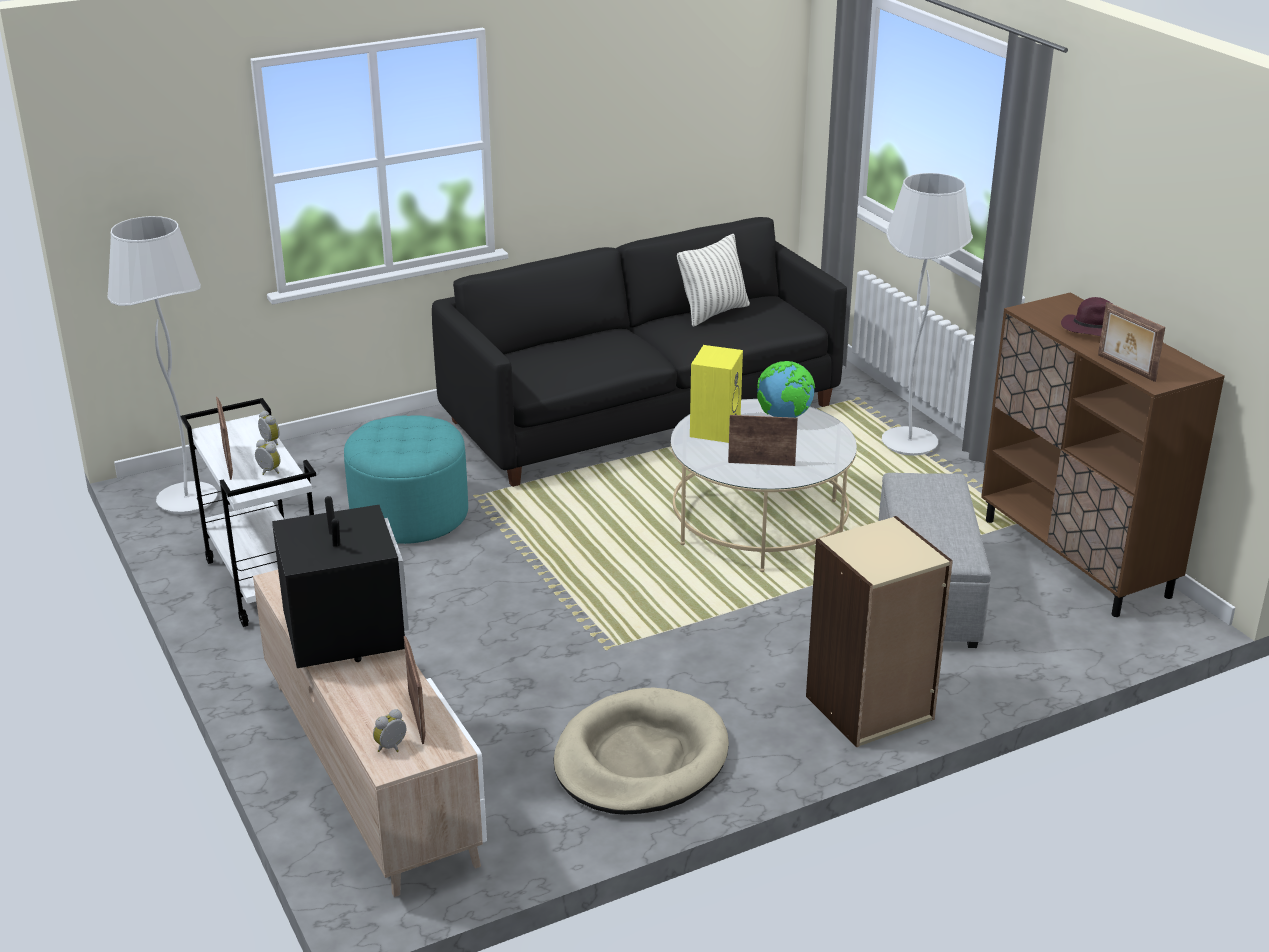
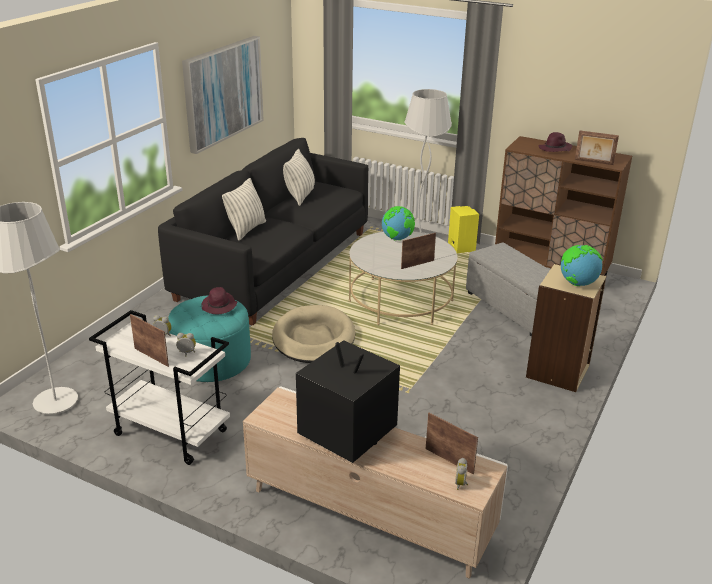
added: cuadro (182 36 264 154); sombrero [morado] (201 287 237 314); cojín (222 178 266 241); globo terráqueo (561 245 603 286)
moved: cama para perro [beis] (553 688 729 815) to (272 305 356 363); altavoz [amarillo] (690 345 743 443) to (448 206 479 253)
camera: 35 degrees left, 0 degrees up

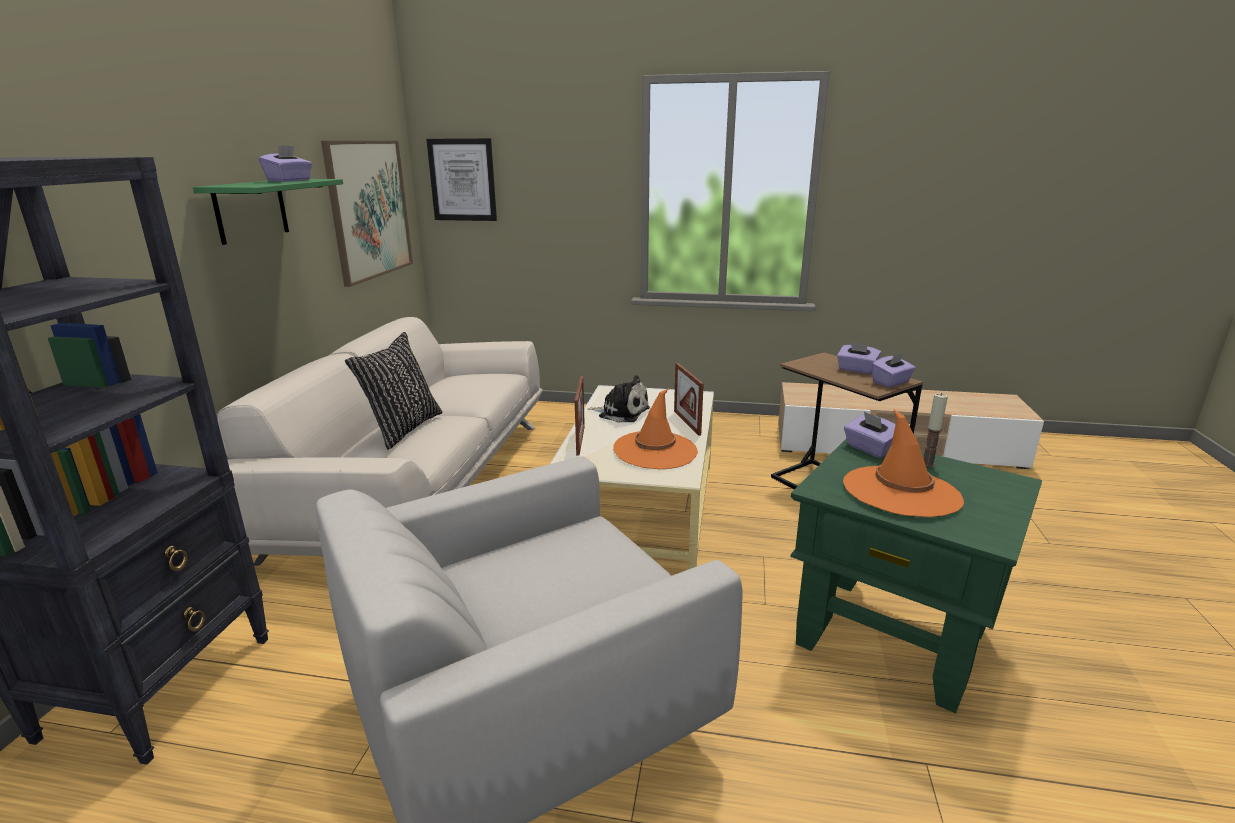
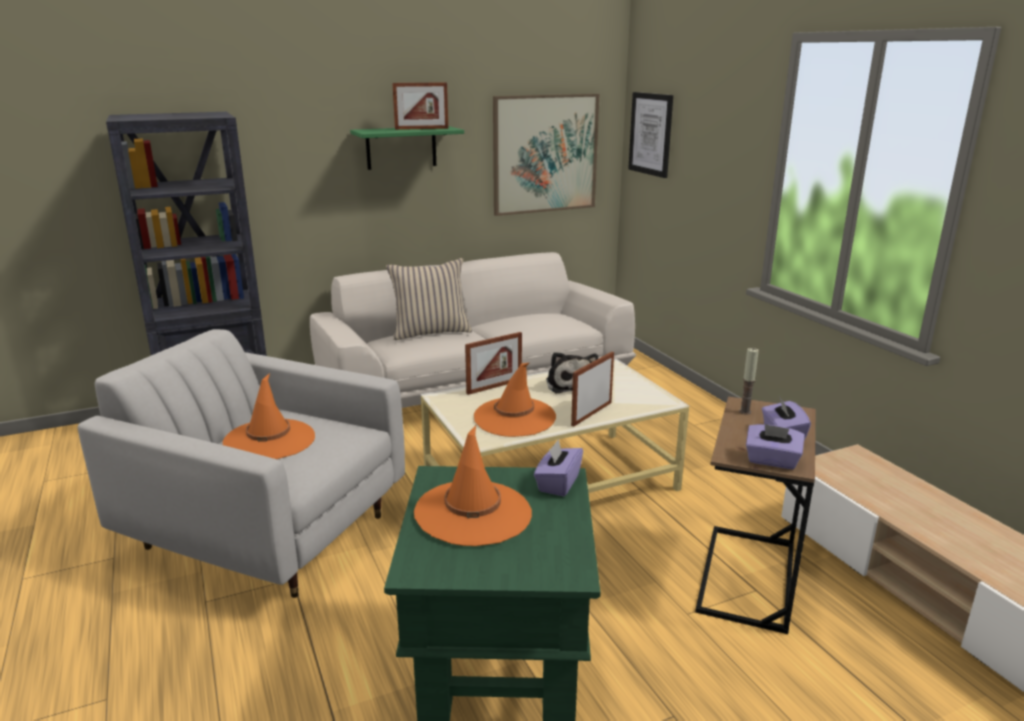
added: sombrero [naranja] (223 373 315 459)
moved: vela (924 393 948 467) to (739 348 759 415)
replaced: caja de pañuelos [morado] (259 145 312 182) to portarretratos (392 82 448 130)
recoloured: cojín [negro] (345 332 442 450) to cojín [beis] (386 258 472 340)
camera: 55 degrees right, 0 degrees up

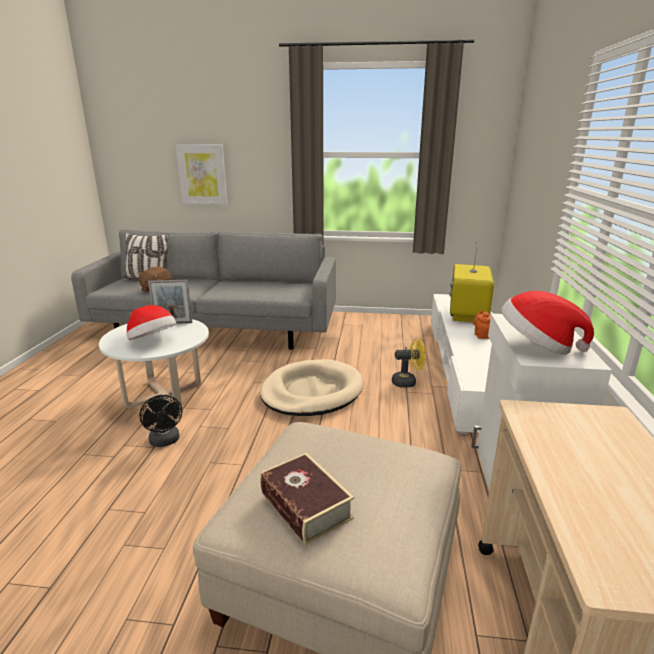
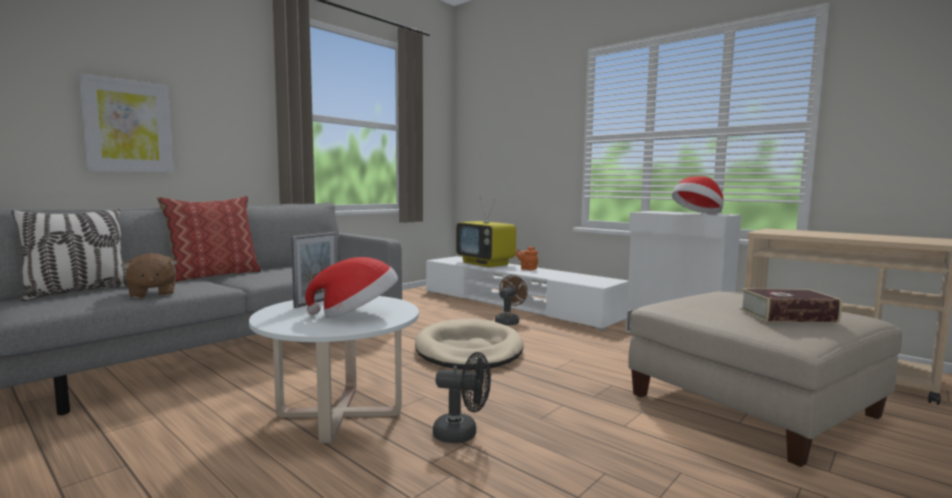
added: cojín (157 196 261 282)
recoloured: ventilador [amarillo] (392 338 426 388) to ventilador [marrón] (495 275 528 326)
camera: 55 degrees left, 15 degrees down

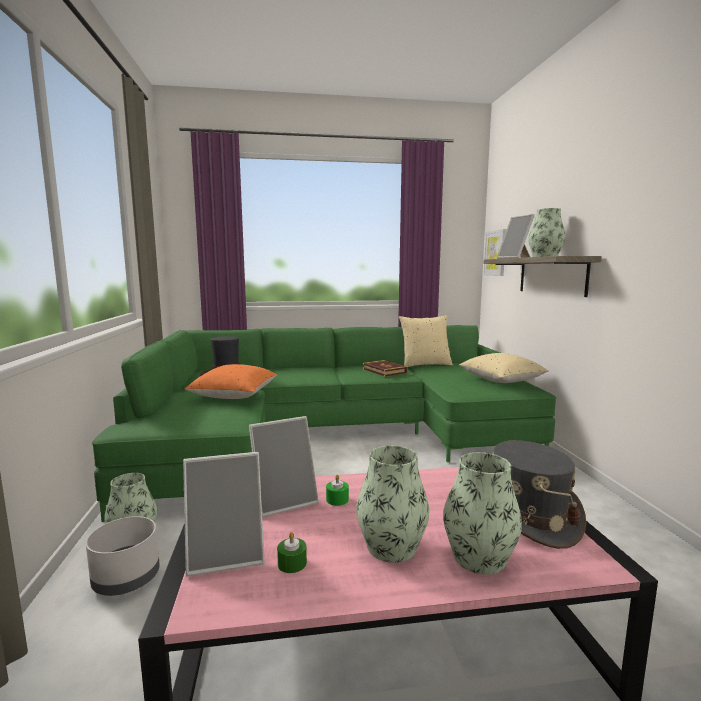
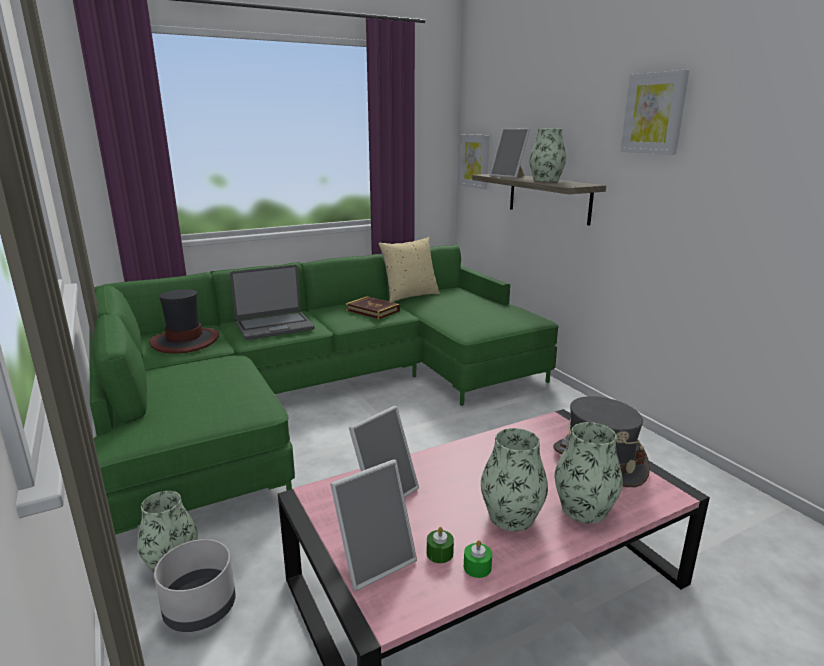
removed: cojín [naranja] (185 364 277 399); cojín [beis] (459 353 549 383)
added: portátil (230 265 314 340); cuadro (620 70 689 155)
moved: vela [verde] (326 475 349 506) to (464 540 492 578)
camera: 20 degrees left, 10 degrees up

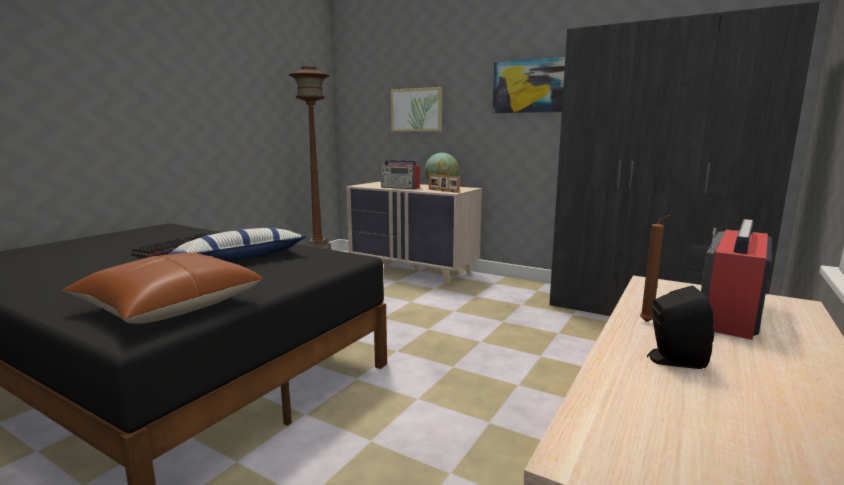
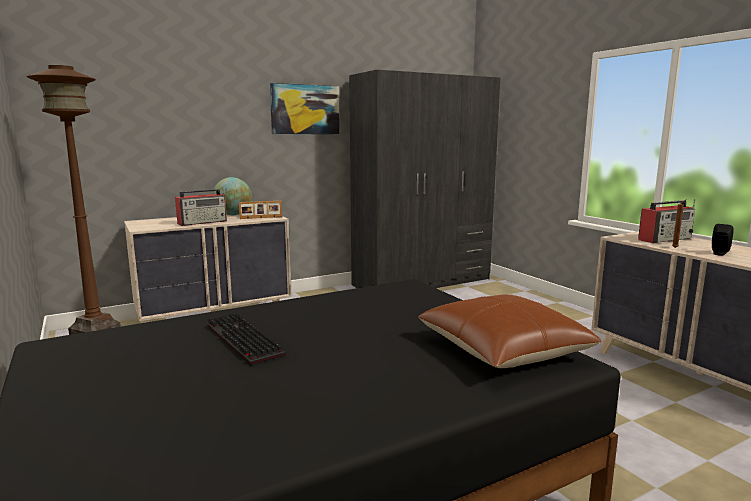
removed: cojín (167 228 307 262); cuadro (391 87 442 131)
turned: radio (701 219 772 340) = (638 199 695 243) 90 degrees counterclockwise
camera: 60 degrees left, 0 degrees up

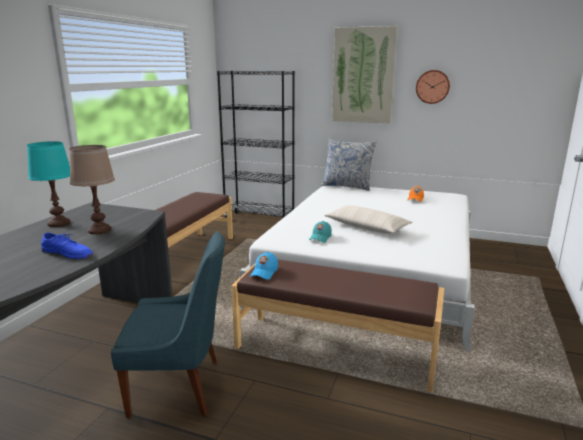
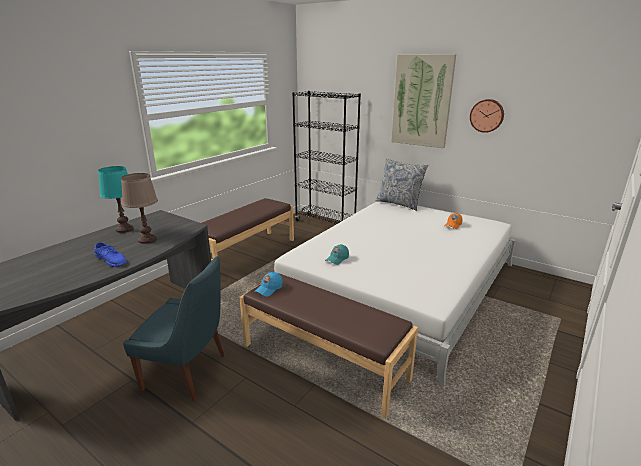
removed: cojín [beis] (324 205 412 234)
camera: 15 degrees right, 5 degrees up

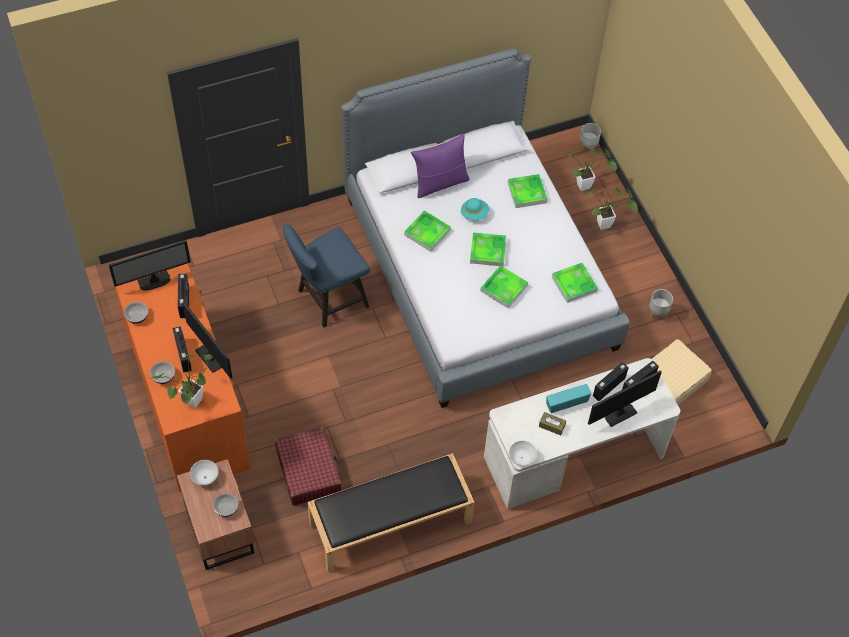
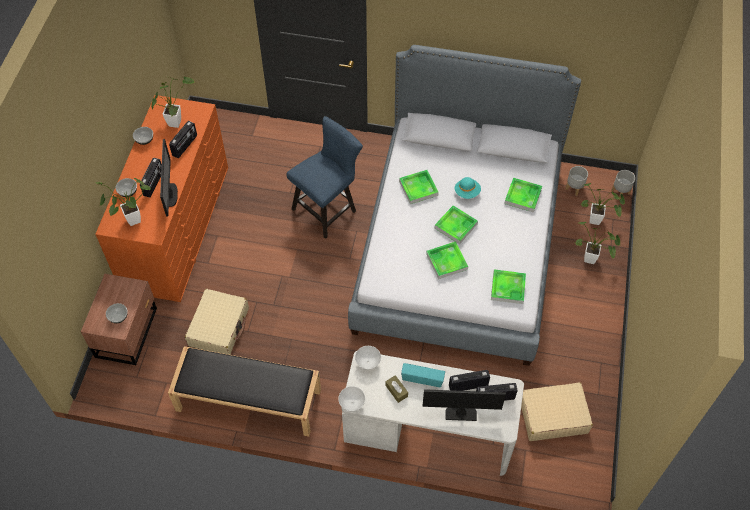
removed: cojín [morado] (411 134 470 198)
moved: cuenco [blanco] (190 460 218 485) to (355 346 381 370); maceta [gris] (649 289 673 321) to (566 166 588 196)
replaced: monitor (109 240 191 290) to planta en maceta (151 77 195 128)
recoloured: maleta [rojo] (275 427 342 506) to maleta [beis] (185 289 249 355)
turned: silla [azul] (282 224 370 327) = (286 116 363 239) 135 degrees clockwise
camera: 35 degrees right, 0 degrees up

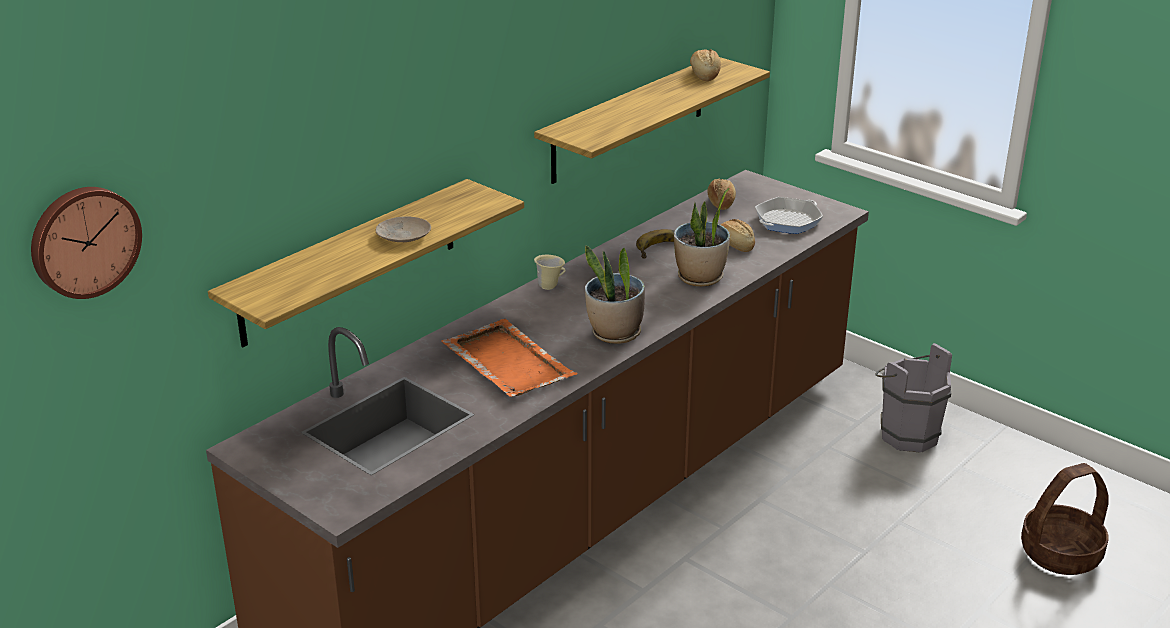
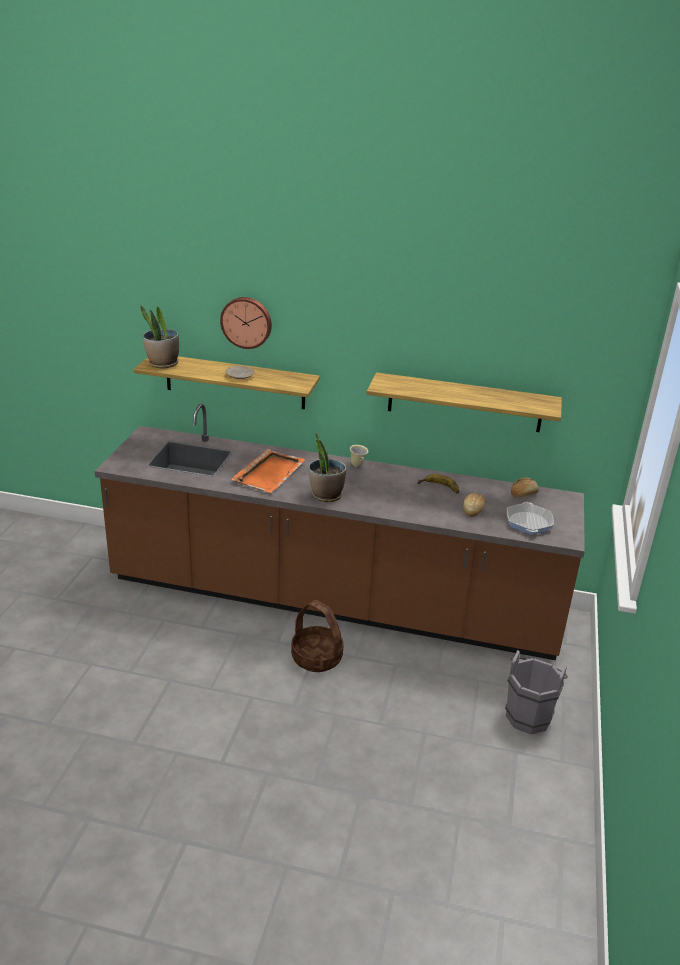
removed: pan (690 49 721 81)
moved: planta en maceta (674 188 730 287) to (140 306 179 368); reloj de pared (31 187 142 299) to (220 297 272 349); cesta (1021 463 1109 575) to (291 600 344 672)
turned: sartén (755 197 823 234) = (507 502 554 535) 105 degrees counterclockwise
camera: 60 degrees right, 0 degrees up

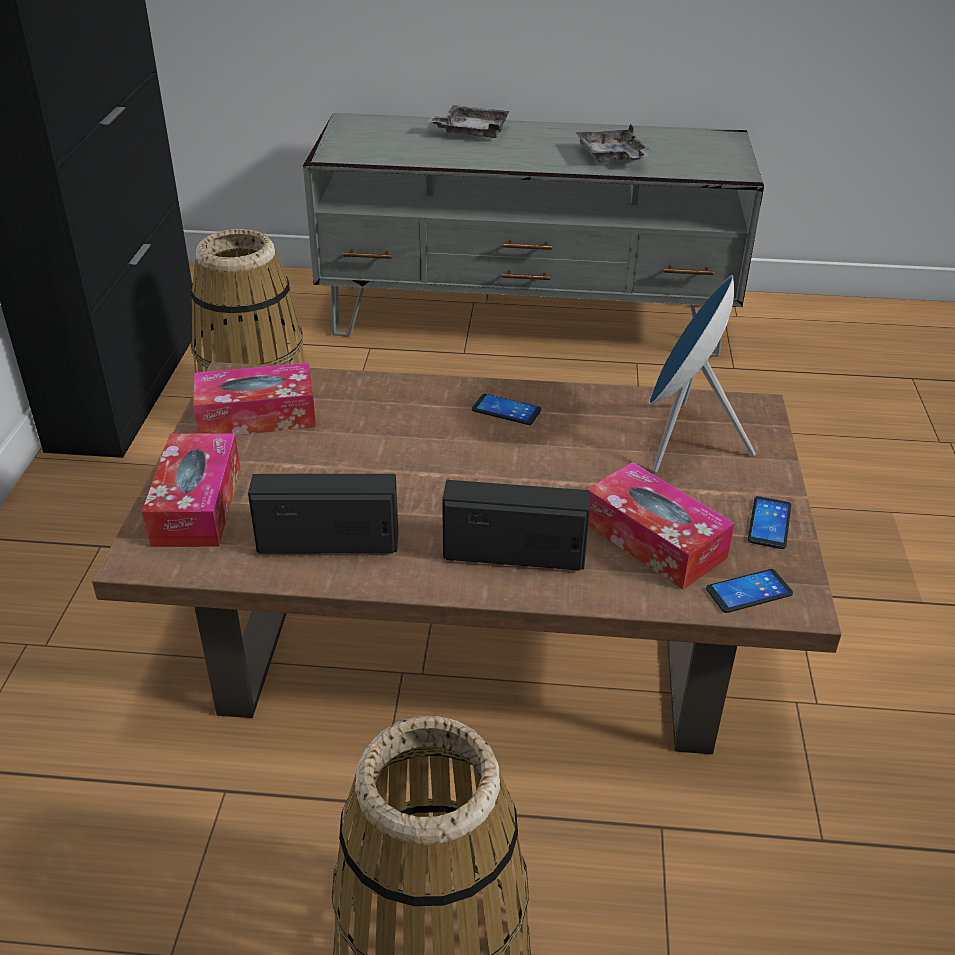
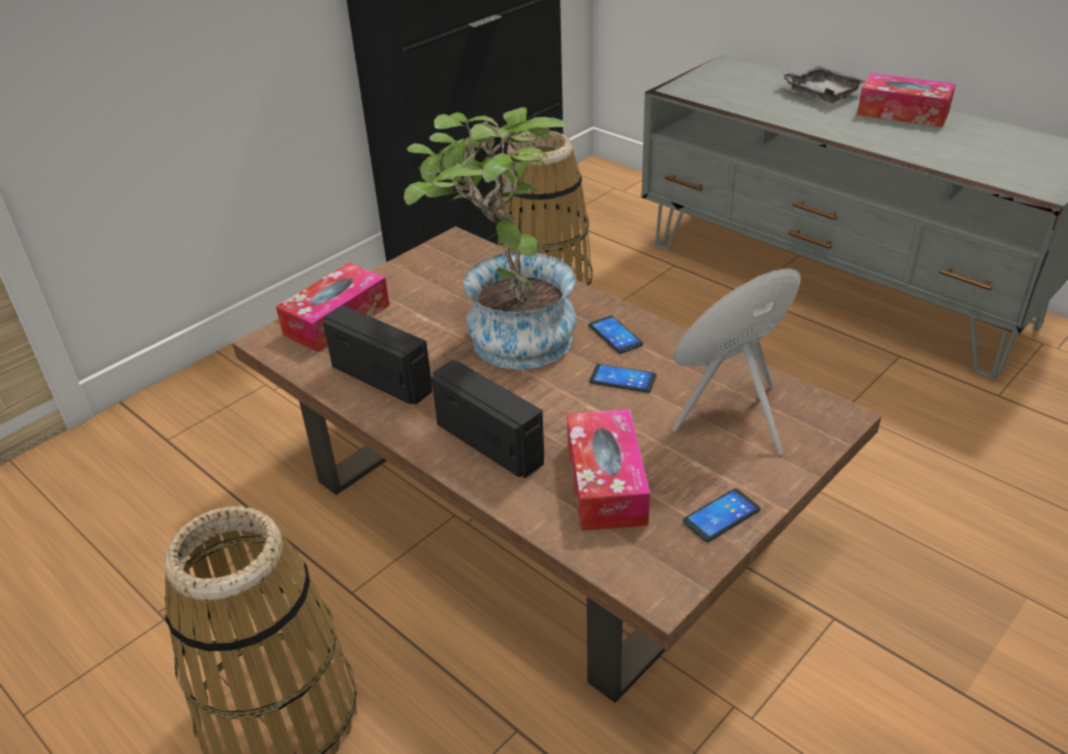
removed: bandeja [gris] (575 124 650 162)
added: planta en maceta (404 107 577 370)
moved: móvil (706 569 793 613) to (589 364 656 393); caja de pañuelos (193 363 316 435) to (857 73 956 127)
camera: 40 degrees right, 0 degrees up

